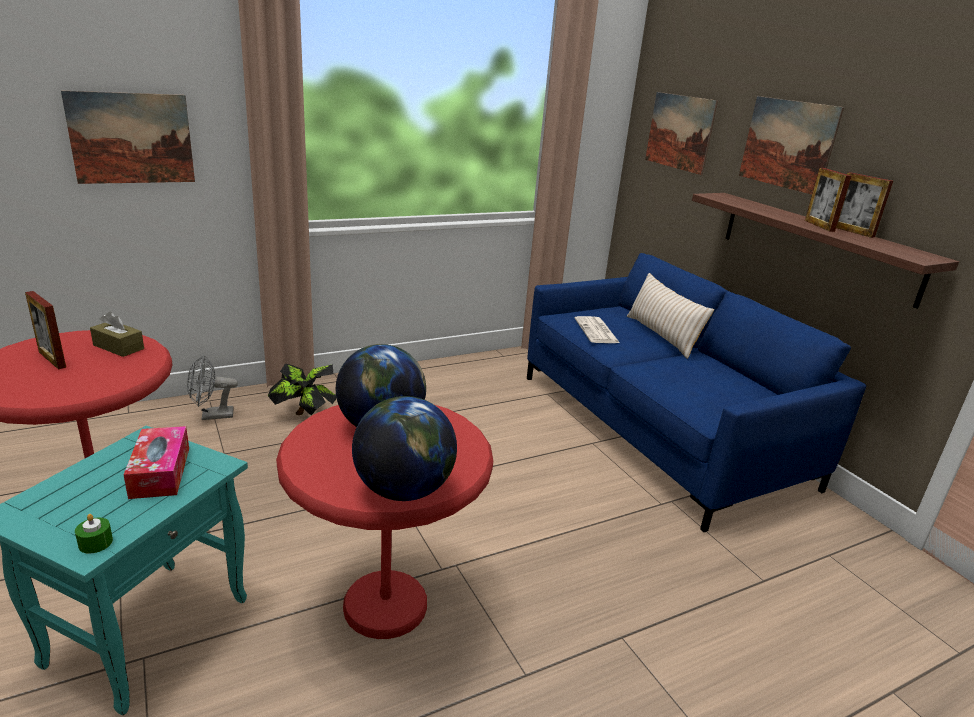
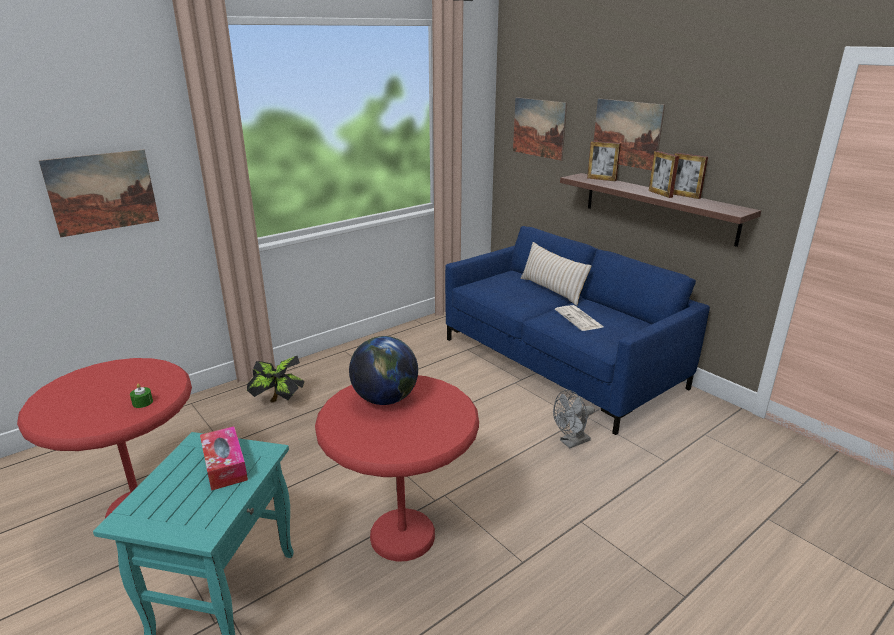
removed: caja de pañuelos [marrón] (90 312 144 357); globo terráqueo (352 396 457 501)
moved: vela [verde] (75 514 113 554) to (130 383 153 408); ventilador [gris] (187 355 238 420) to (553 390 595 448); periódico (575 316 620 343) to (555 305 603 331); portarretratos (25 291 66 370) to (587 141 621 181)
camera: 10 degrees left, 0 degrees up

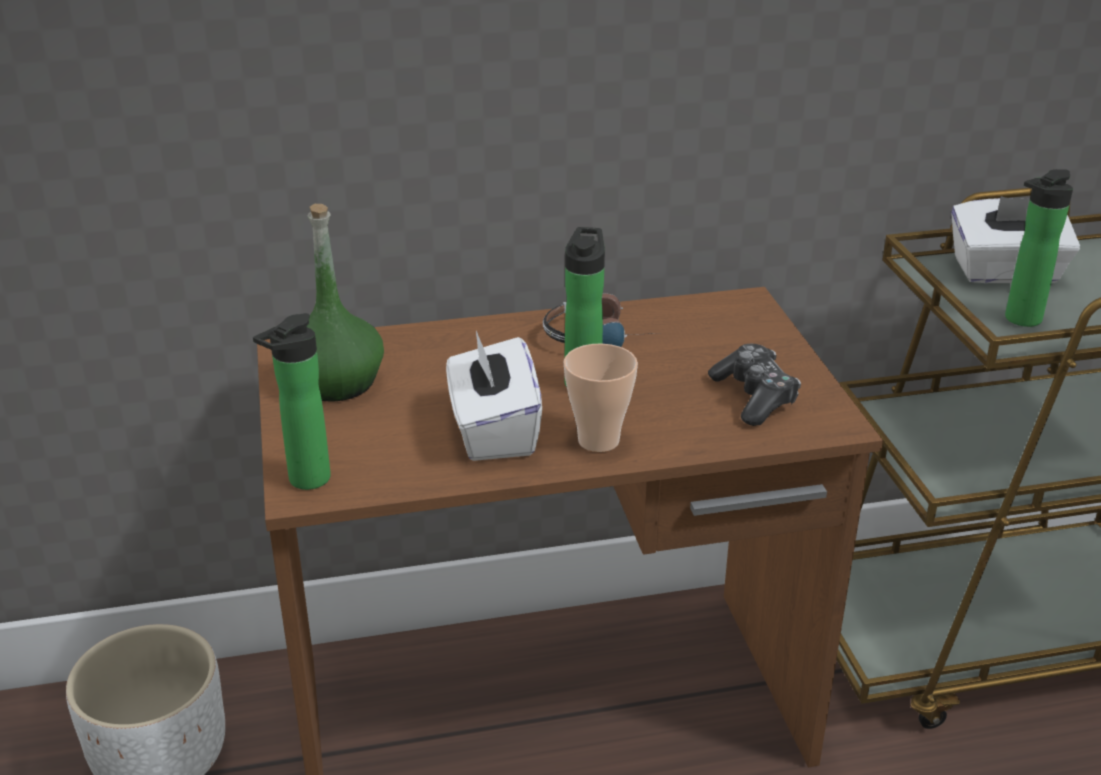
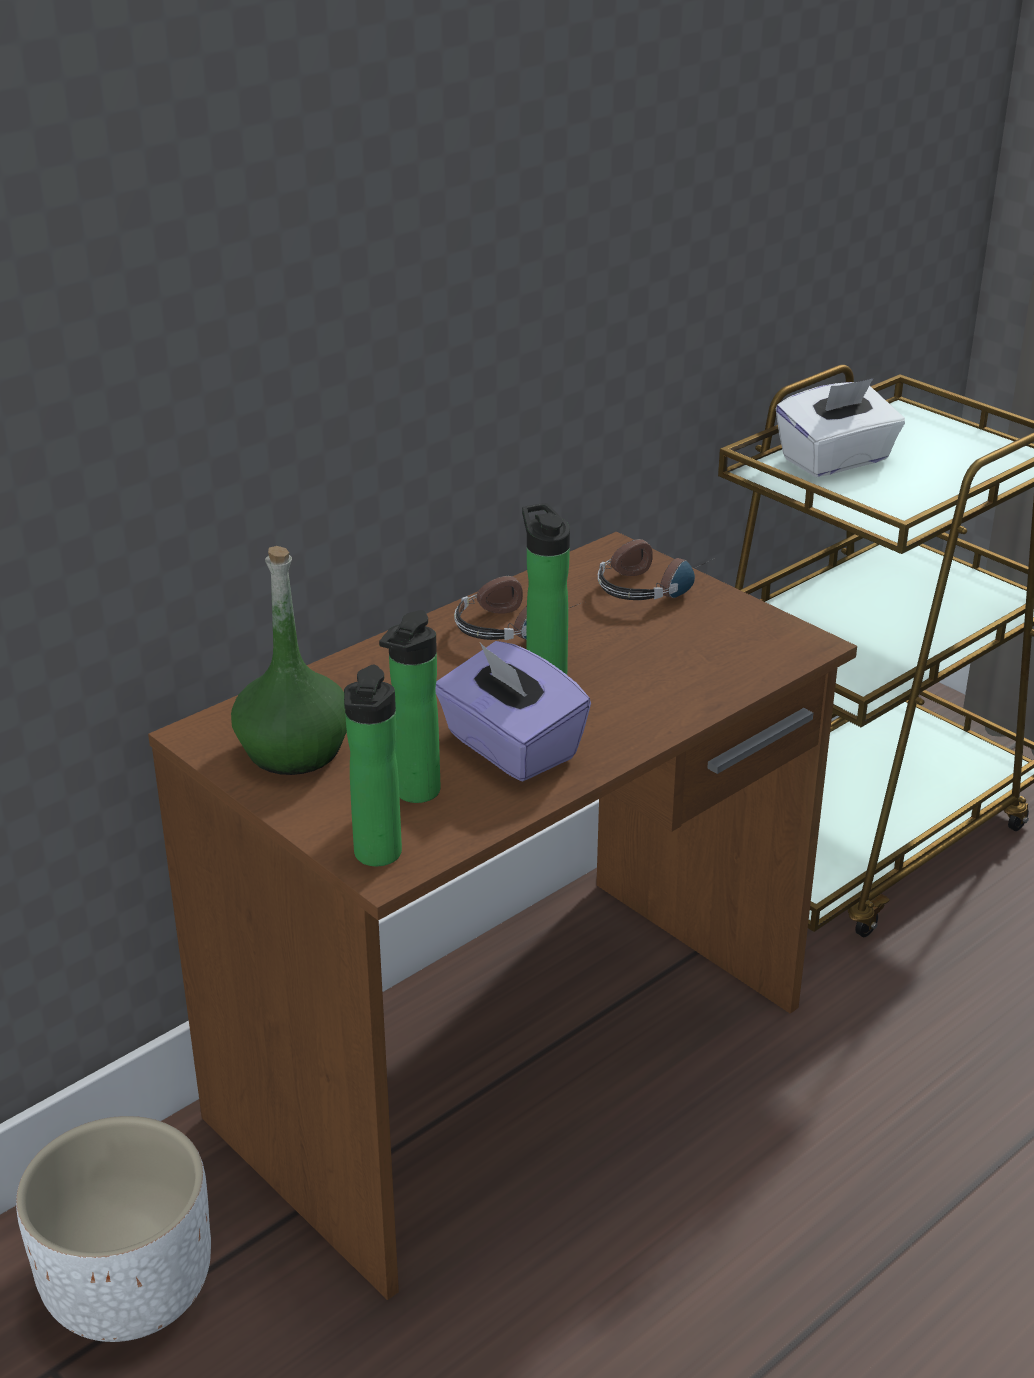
removed: taza (563 344 638 452); mando de consola (708 344 801 426)
added: auriculares (598 539 714 600)
moved: botella (1005 169 1073 327) to (379 610 441 803)
recoloured: caja de pañuelos [blanco] (446 331 542 461) to caja de pañuelos [morado] (436 641 591 781)
camera: 30 degrees left, 0 degrees up

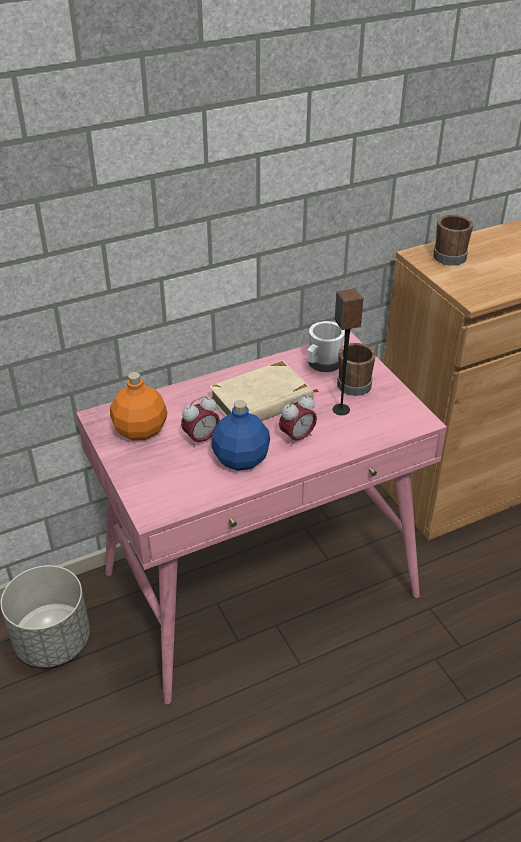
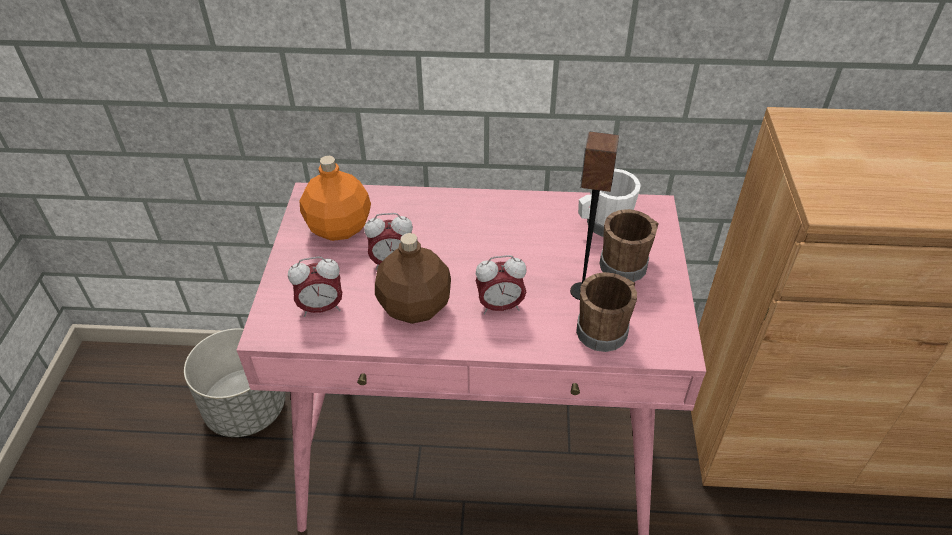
removed: libro [beis] (209 360 319 421)
added: despertador (288 256 342 317)
moved: taza grande [marrón] (433 215 473 266) to (576 272 637 352)
recoloured: botella [azul] (211 400 270 471) to botella [marrón] (375 233 451 324)
camera: 30 degrees right, 5 degrees up

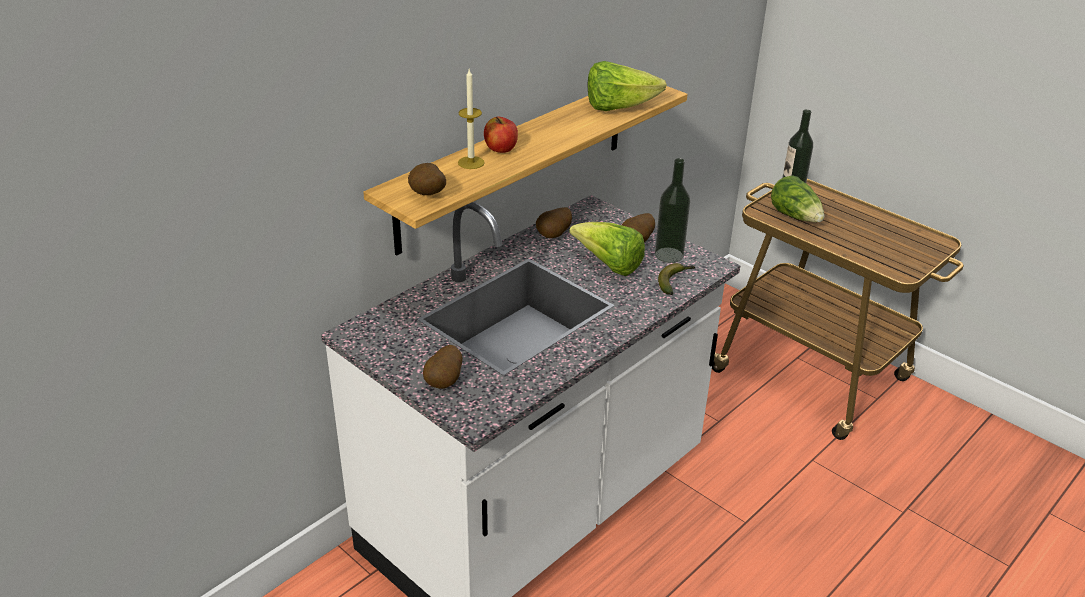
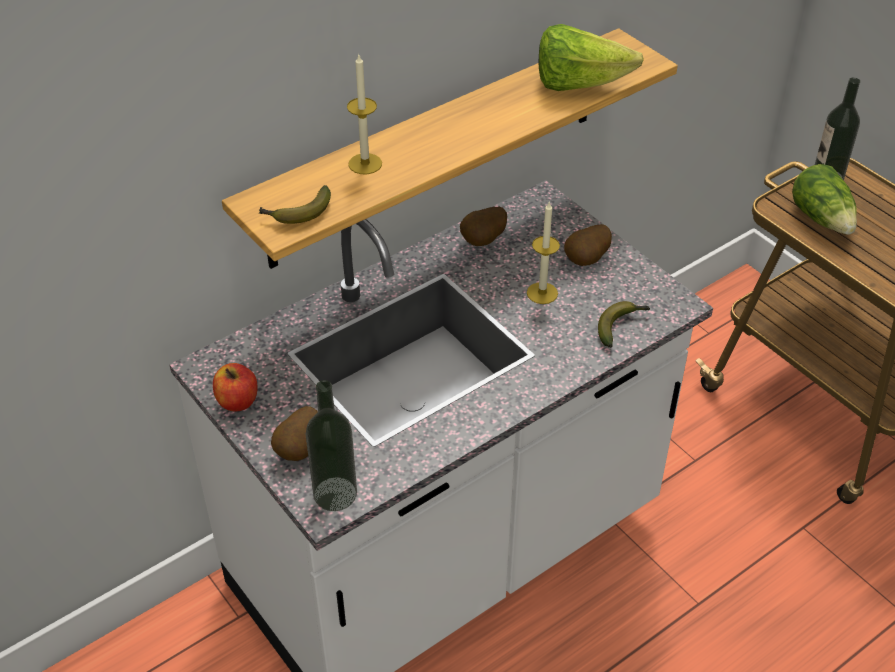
moved: manzana (484 117 518 153) to (213 363 257 412); botella (655 158 690 263) to (305 380 357 511)
replaced: patata (408 163 446 195) to plátano (259 185 331 224); lechuga (569 222 645 276) to vela (527 202 560 304)
camera: 10 degrees right, 10 degrees up

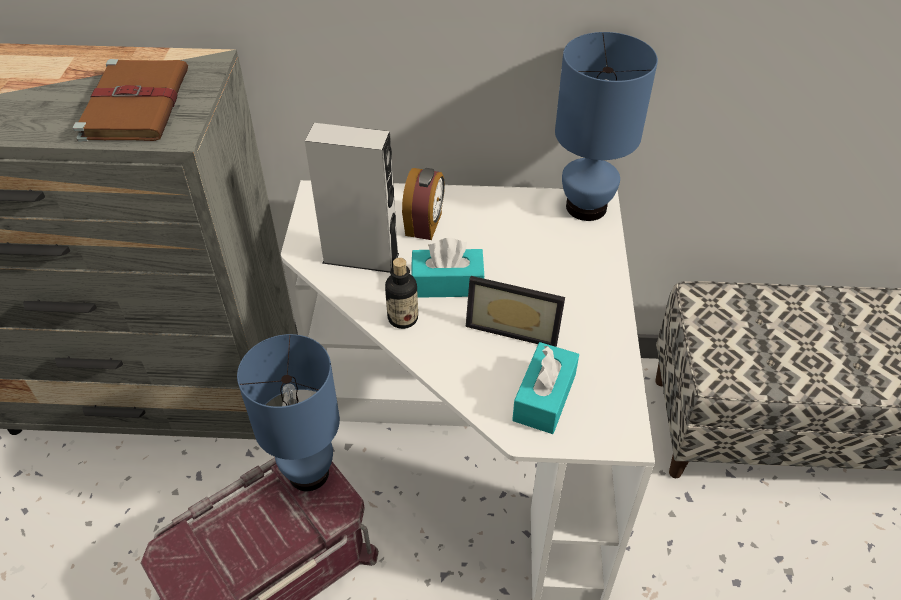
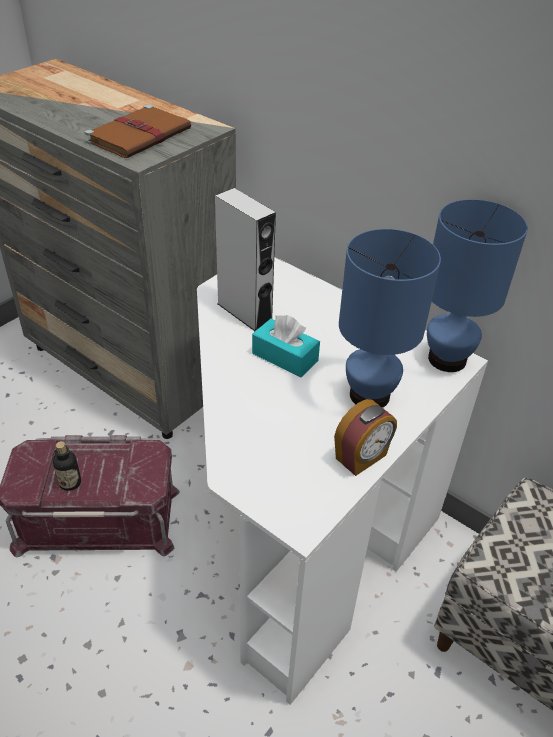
removed: portarretratos (466 276 565 347); caja de pañuelos [turquesa] (512 342 579 434)
moved: botella (385 258 418 329) to (53 441 81 491); despertador (402 168 445 240) to (334 399 397 476); lámpara de mesa [azul] (237 334 340 491) to (339 229 441 408)
camera: 35 degrees right, 5 degrees down

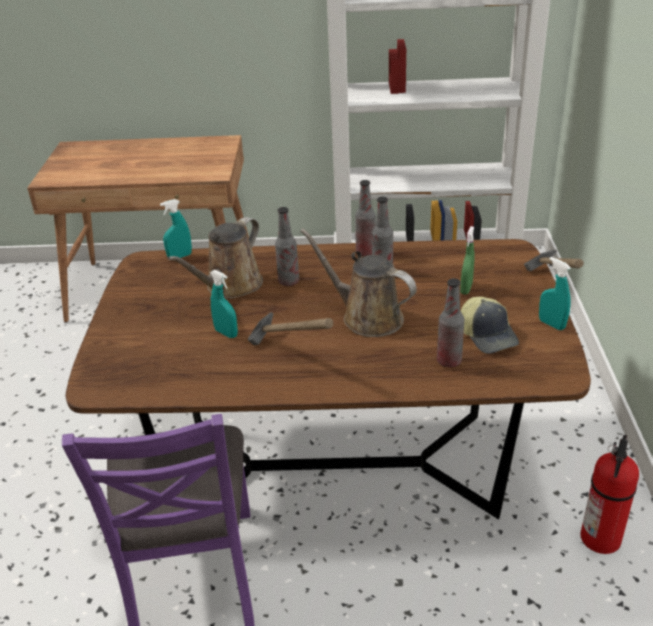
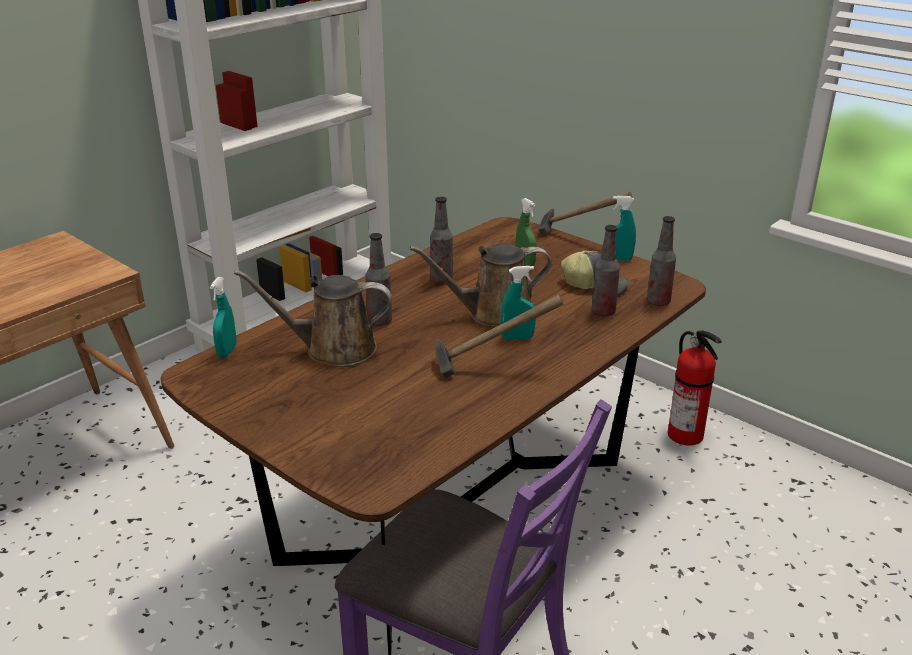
moved: pulverizador [turquesa] (210 270 238 338) to (501 266 536 340); botella (355 180 376 256) to (647 216 676 306)
turned: regadera [marrón] (168 217 263 299) = (234 270 392 367) 105 degrees clockwise
camera: 50 degrees left, 5 degrees down

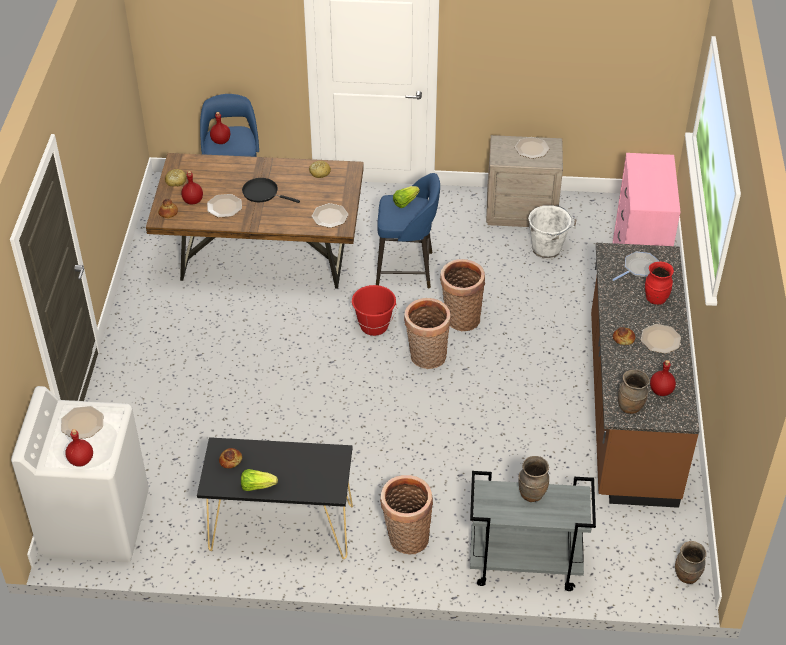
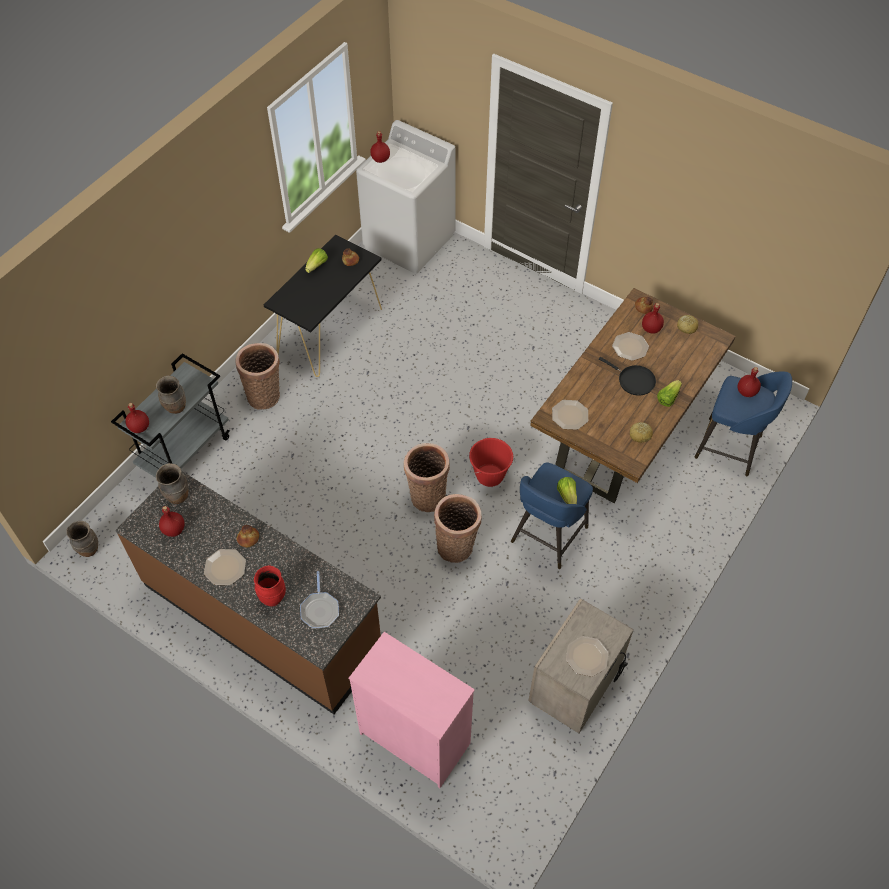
removed: plato (61 406 103 439); cubo [blanco] (528 205 577 259)
added: botella [rojo] (125 403 149 433); lechuga (657 380 682 407)
turned: sartén [negro] (242 178 300 203) = (599 357 656 396) 75 degrees clockwise
camera: 120 degrees right, 10 degrees up

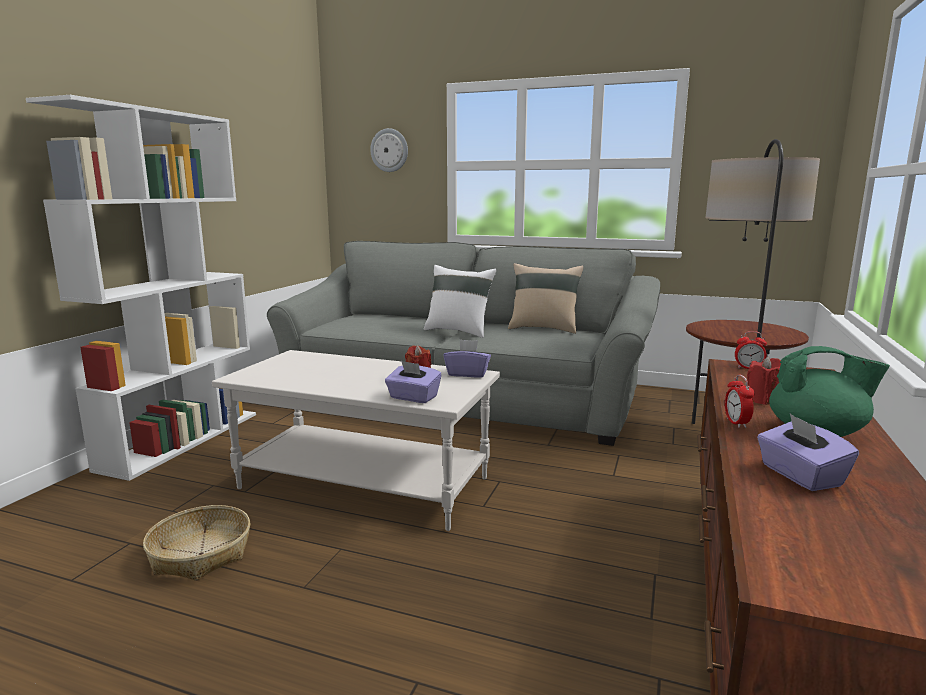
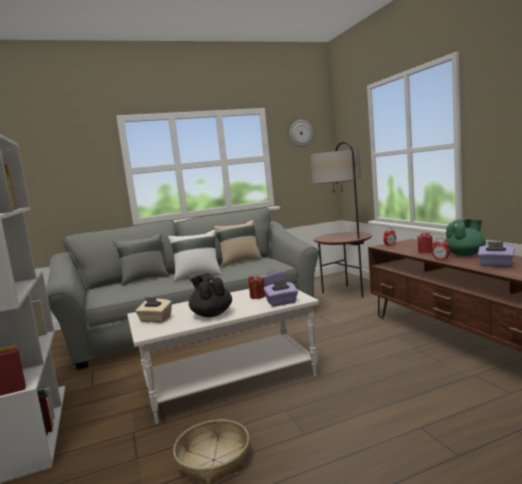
added: cojín [gris] (113 233 169 286); caja de pañuelos [beis] (135 297 172 323); tetera [negro] (189 273 232 317)
moved: reloj de pared (370 128 408 172) to (290 120 313 147)
camera: 40 degrees left, 5 degrees down

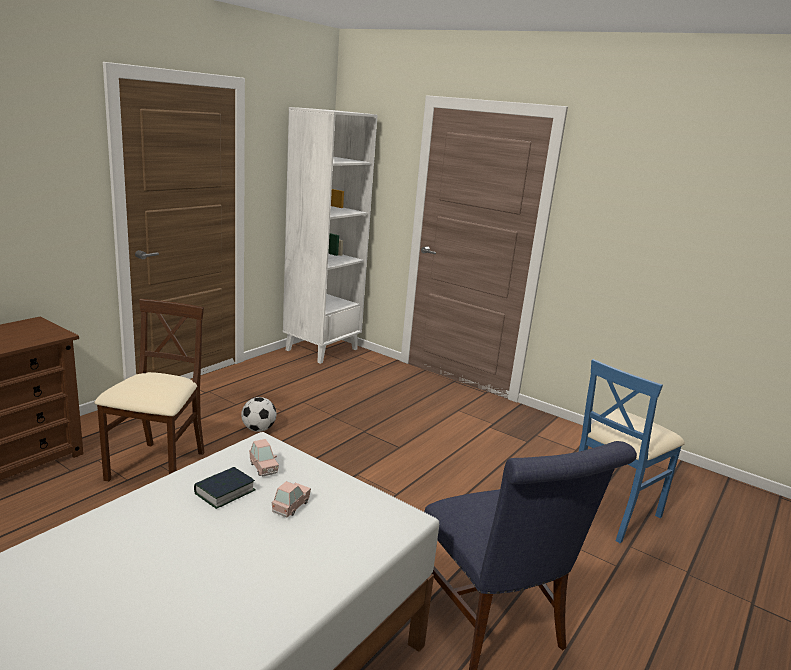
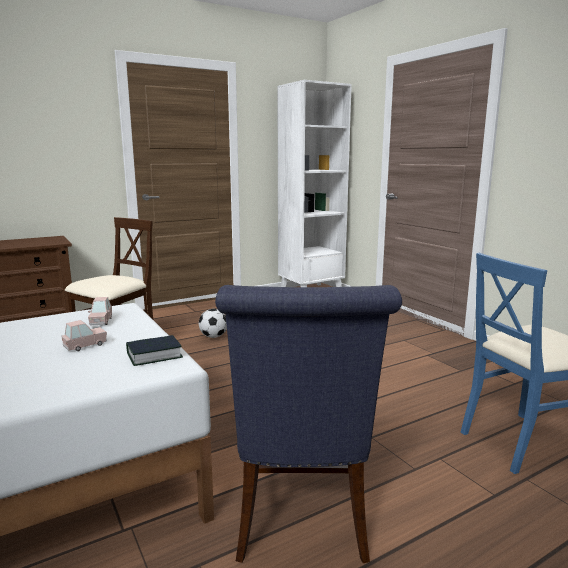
moved: libro (194 467 256 509) to (126 335 183 366)
camera: 25 degrees right, 5 degrees down

